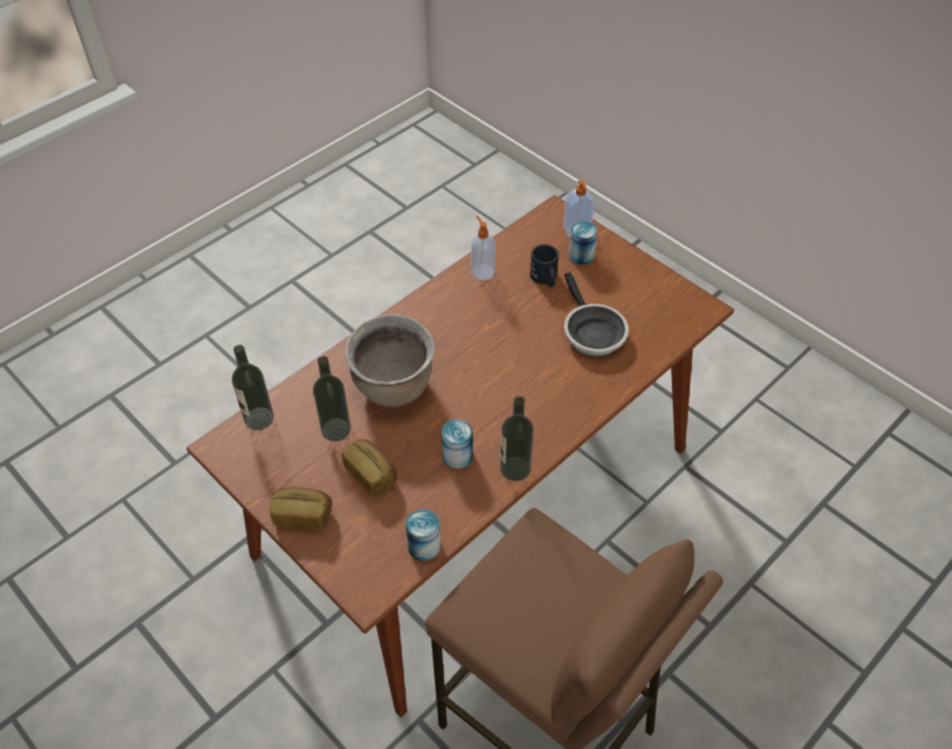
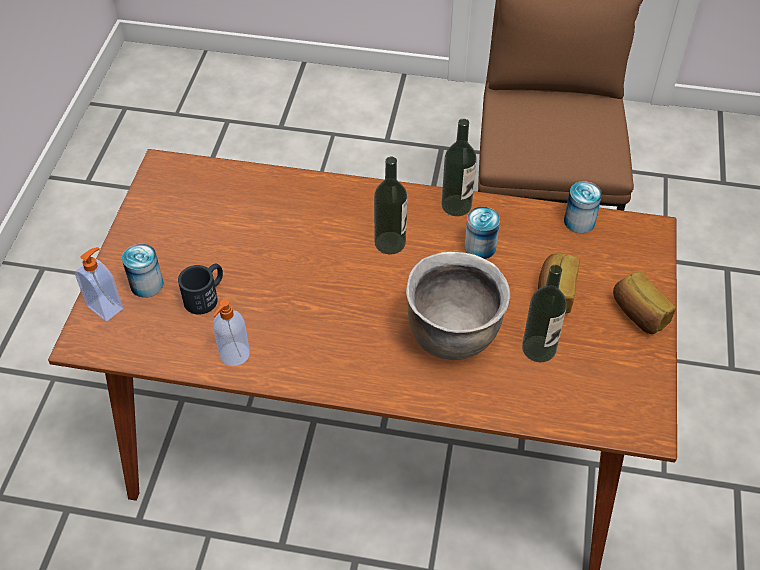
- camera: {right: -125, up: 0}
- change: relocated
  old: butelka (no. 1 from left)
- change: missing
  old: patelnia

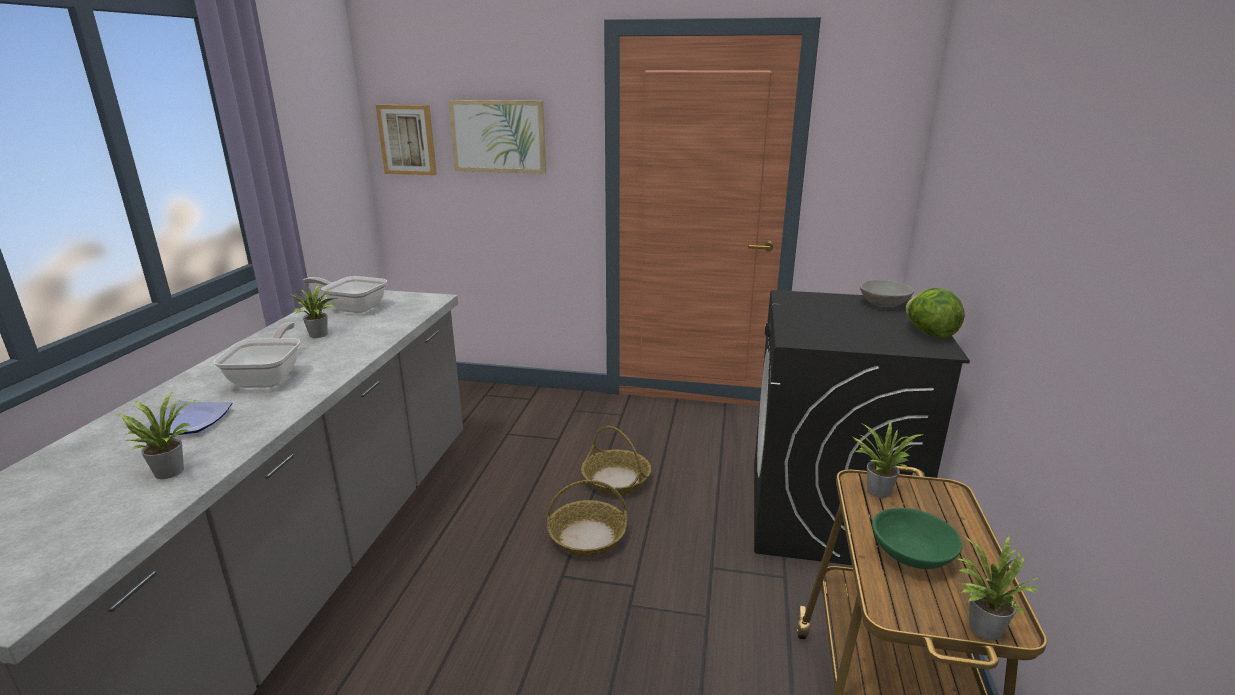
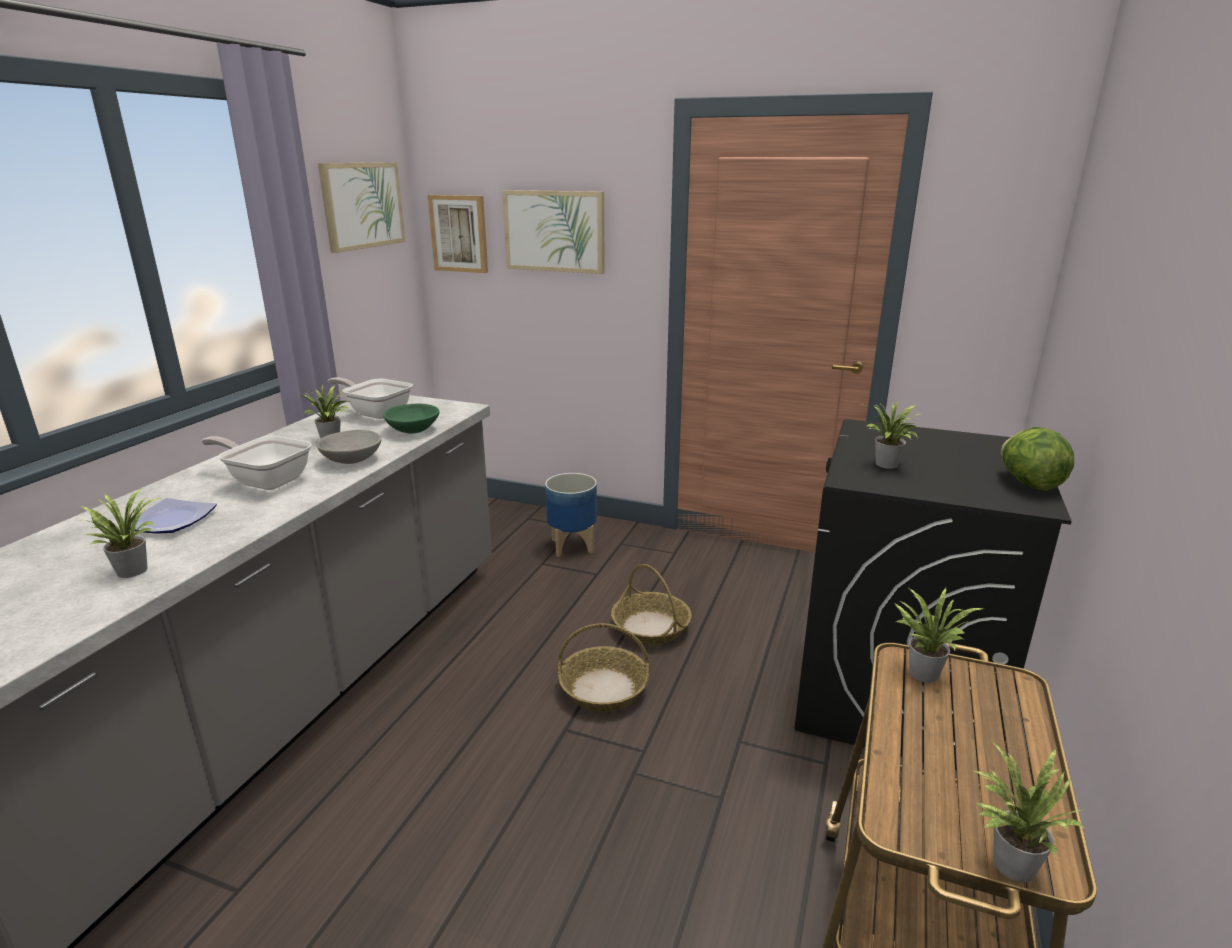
- camera: {right: 10, up: 0}
- change: spun
  old: patelnia (no. 1 from left)
  degrees: -75
- change: relocated
  old: miska (szary)
- change: appeared
  new: obraz (no. 1 from left)
- change: relocated
  old: miska (zielony)
- change: appeared
  new: donica
- change: appeared
  new: roślina doniczkowa (no. 3 from left)

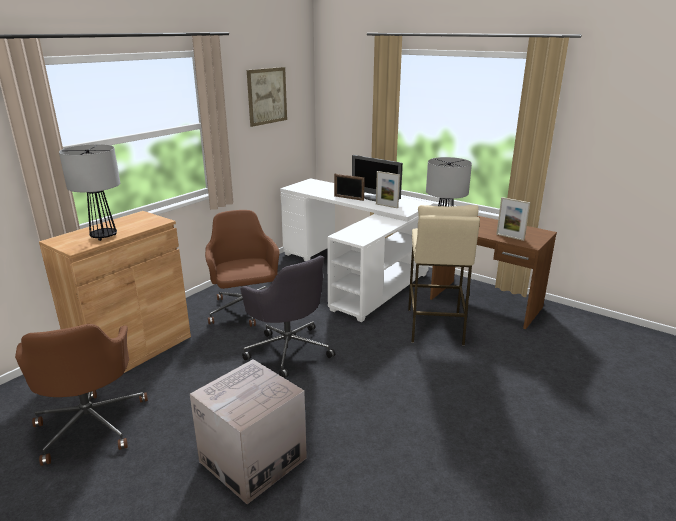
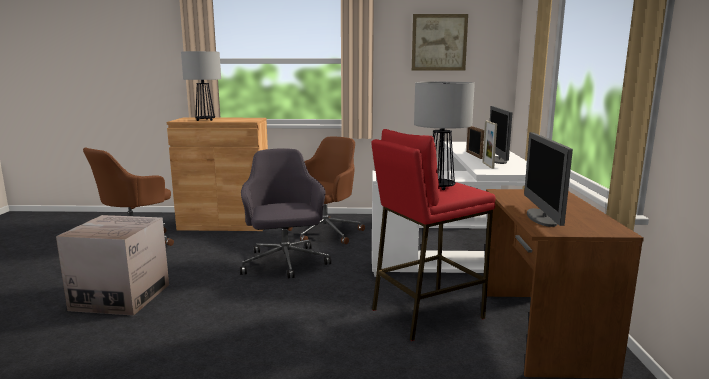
- camera: {right: 55, up: -10}
- change: spun
  old: krzesło biurowe (szary)
  degrees: 150
- change: colour
  old: stołek (beżowy)
  new: stołek (czerwony)
- change: exchanged
  old: ramka na zdjęcie (no. 3 from left)
  new: monitor (no. 2 from left)

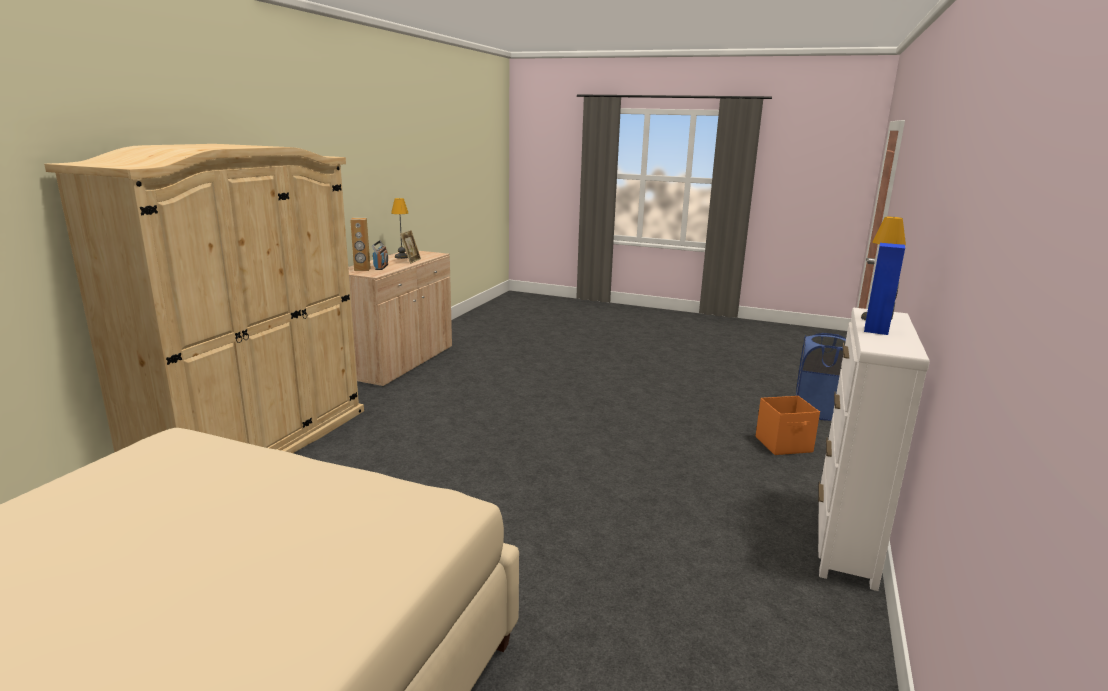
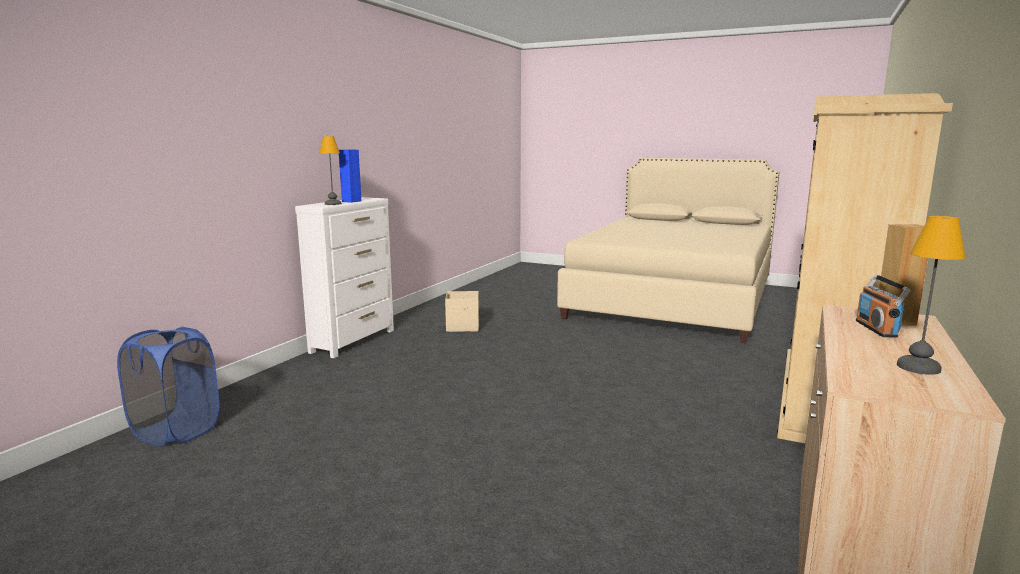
- camera: {right: -175, up: -5}
- change: appeared
  new: pojemnik do przechowywania (beżowy)
- change: missing
  old: ramka na zdjęcie
- change: missing
  old: pojemnik do przechowywania (pomarańczowy)

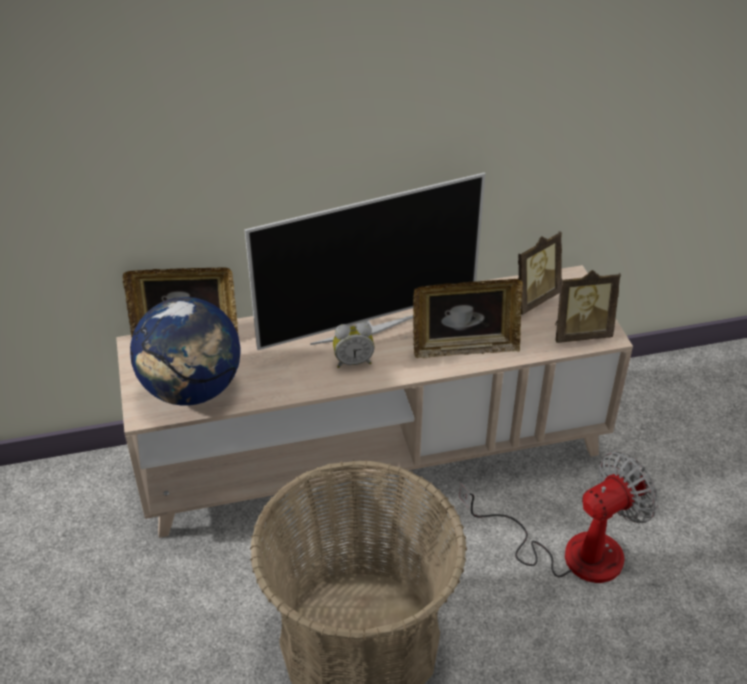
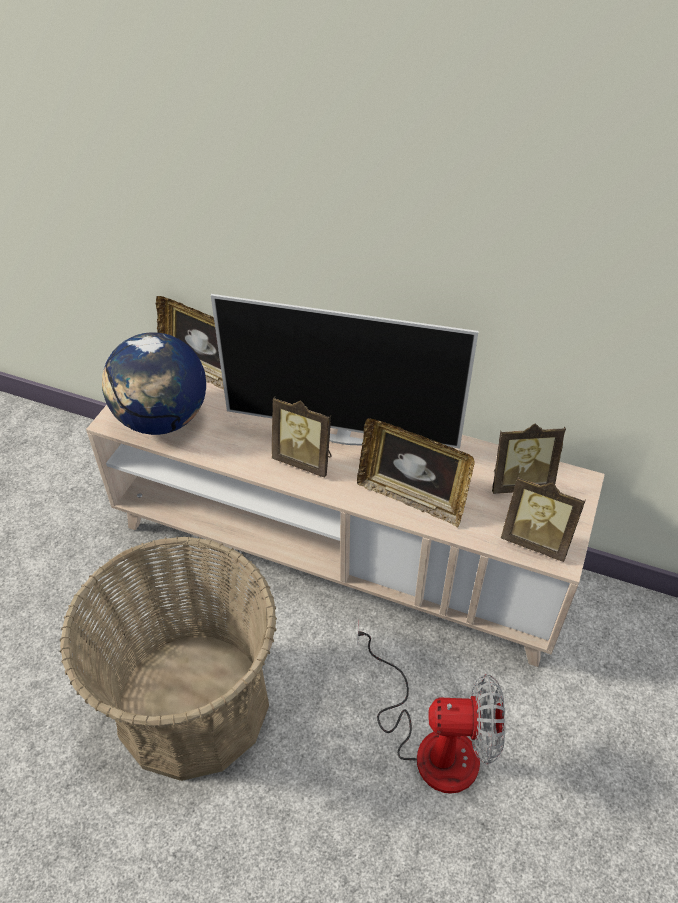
- camera: {right: 35, up: 5}
- change: exchanged
  old: budzik
  new: ramka na zdjęcie (no. 2 from left)

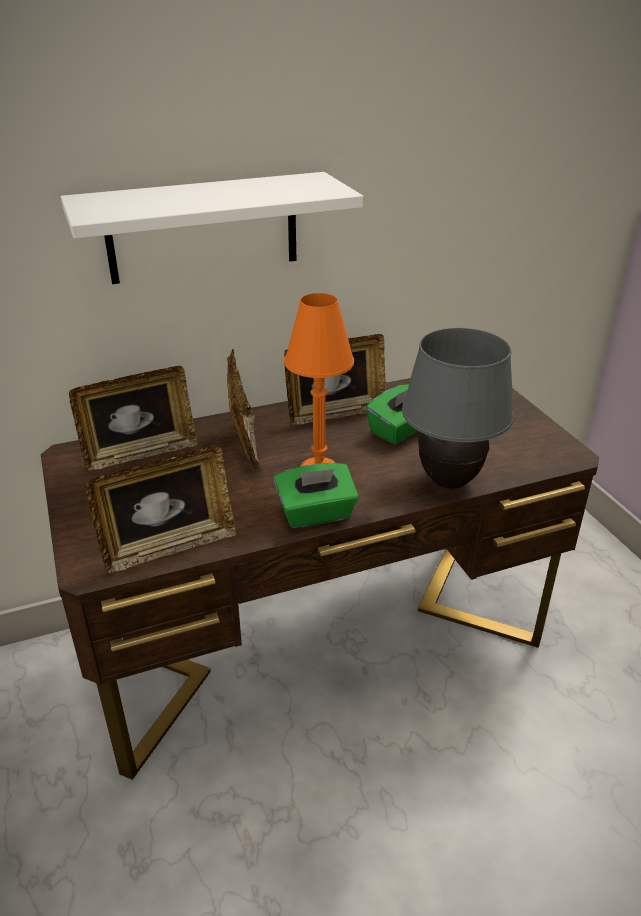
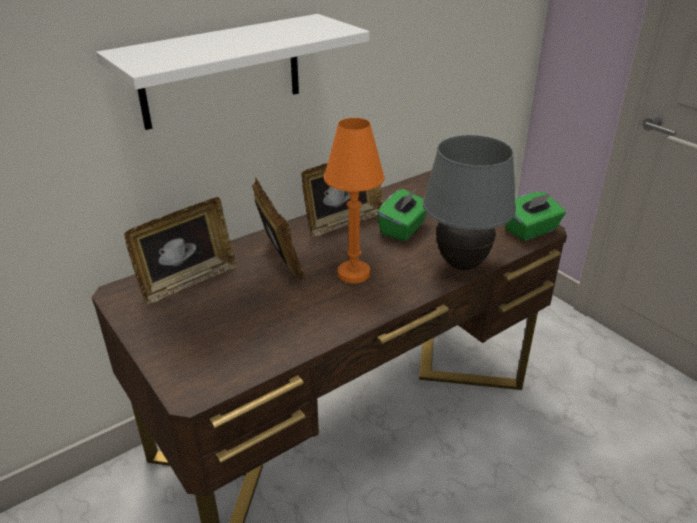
- camera: {right: -15, up: 0}
- change: relocated
  old: pudełko chusteczek (zielony) (no. 1 from left in the first image)
  new: pudełko chusteczek (zielony) (no. 2 from left)
- change: missing
  old: ramka na zdjęcie (no. 2 from left)

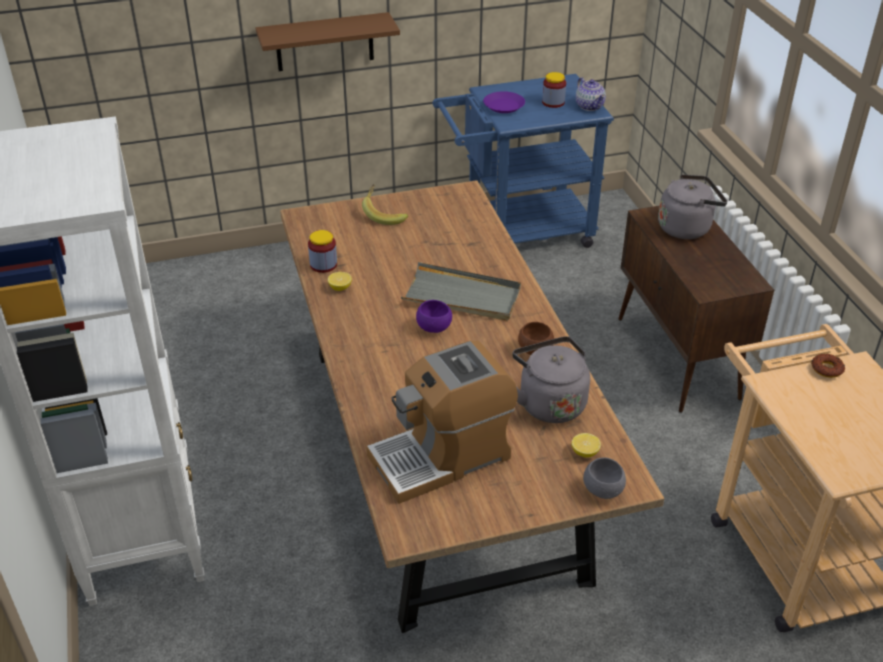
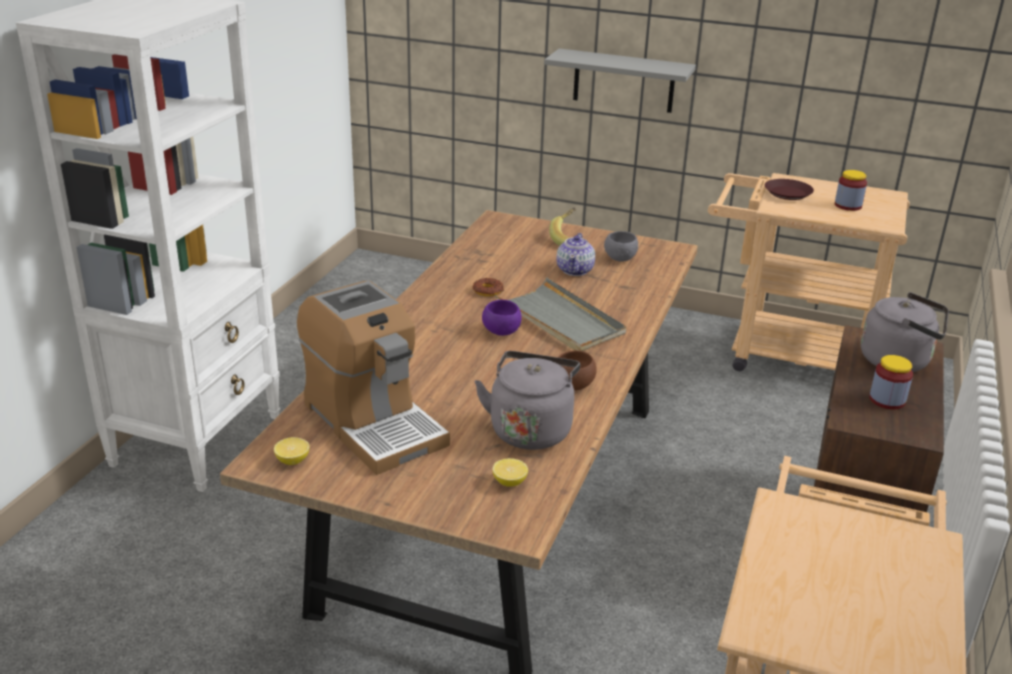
- camera: {right: 35, up: -10}
- change: relocated
  old: cytryna (no. 1 from left)
- change: spun
  old: ekspres do kawy
  degrees: -135
- change: relocated
  old: donut
- change: colour
  old: półka (brązowy)
  new: półka (szary)
- change: relocated
  old: imbryk
- change: relocated
  old: miska (szary)
- change: colour
  old: wózek (niebieski)
  new: wózek (beżowy) (no. 1 from left)
- change: colour
  old: talerz (fioletowy)
  new: talerz (brązowy)
- change: relocated
  old: słoik (no. 1 from left in the first image)
  new: słoik (no. 2 from left)

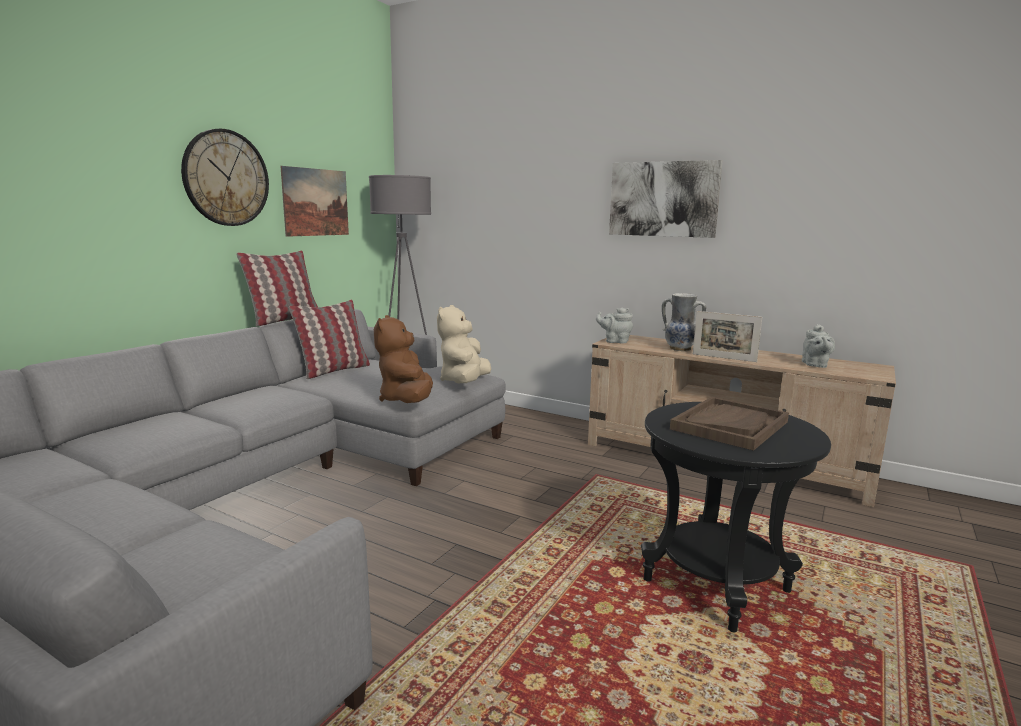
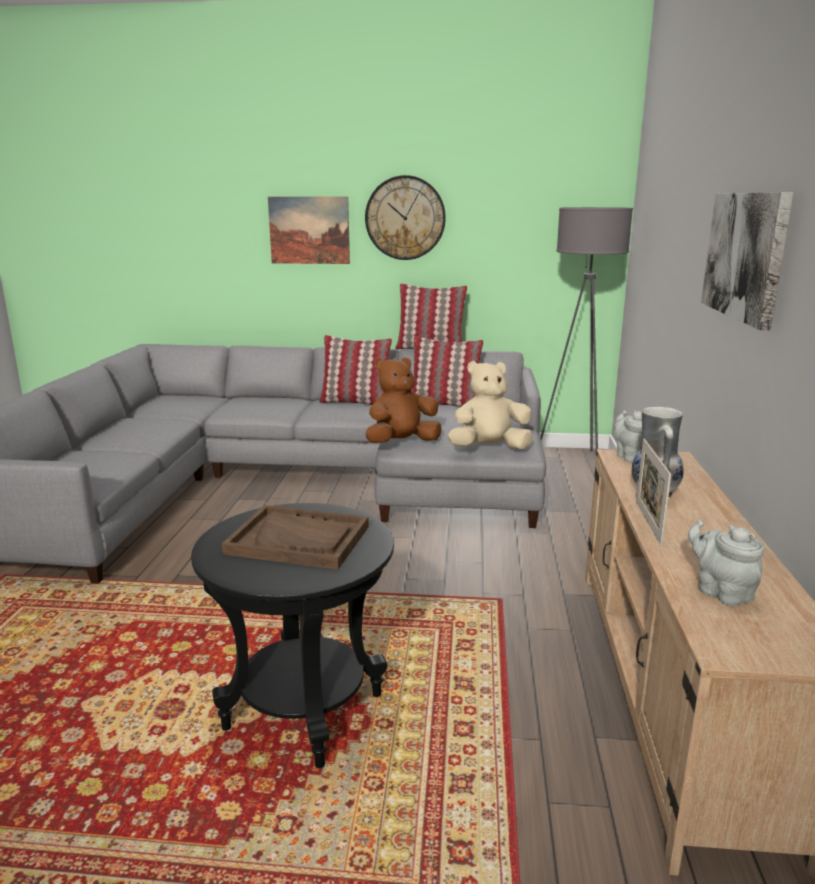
- camera: {right: 65, up: 5}
- change: relocated
  old: obraz (no. 1 from left)
- change: appeared
  new: poduszka (no. 1 from left)
- change: spun
  old: imbryk (szary) (no. 2 from left)
  degrees: 75

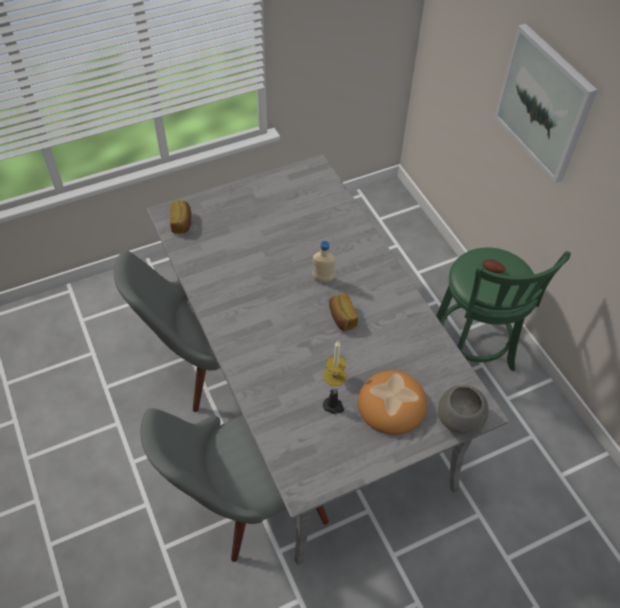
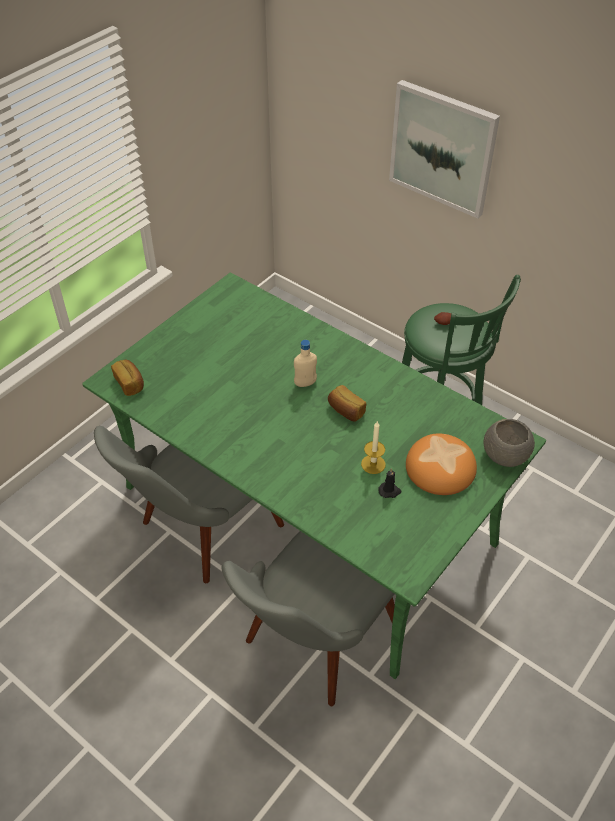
- camera: {right: -25, up: -5}
- change: colour
  old: stół jadalny (szary)
  new: stół jadalny (zielony)

